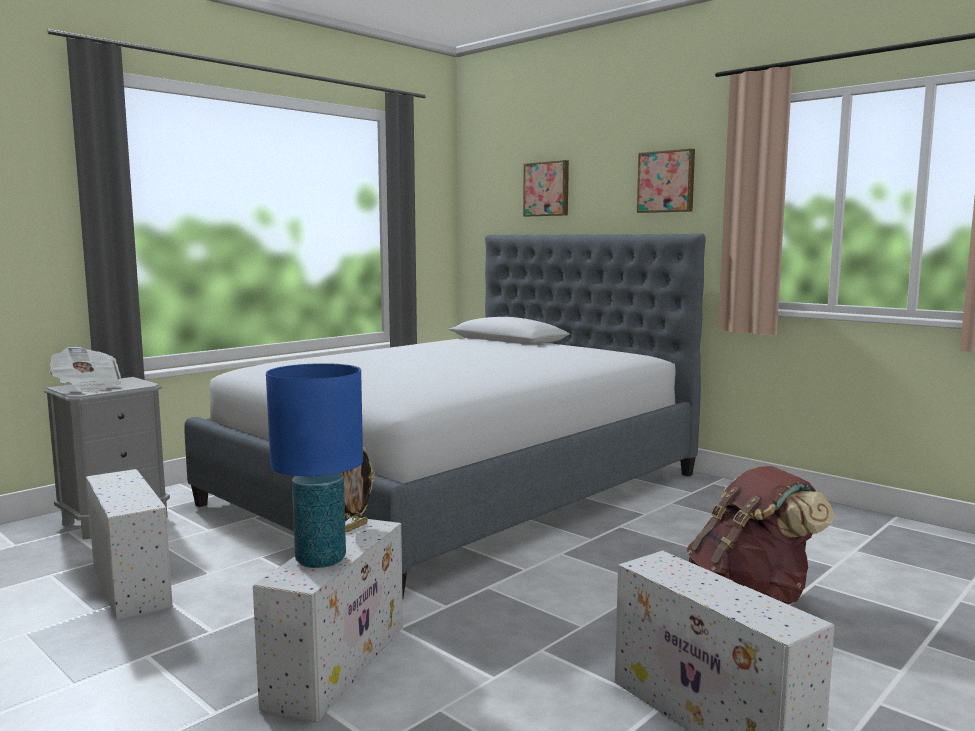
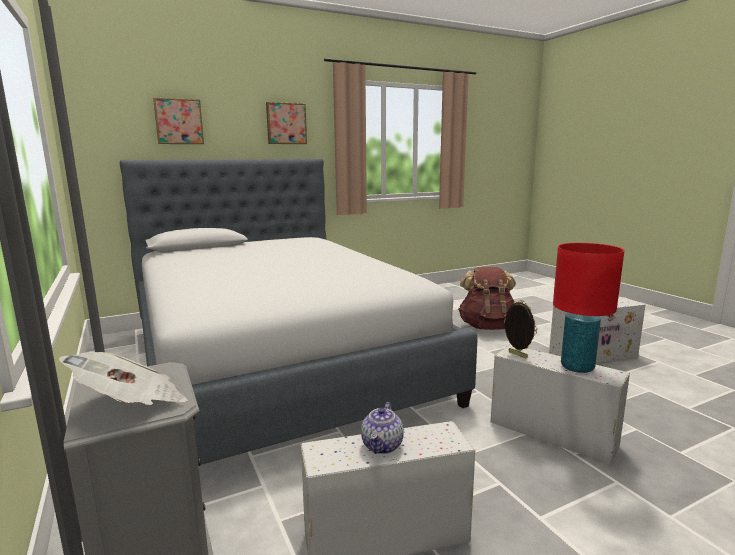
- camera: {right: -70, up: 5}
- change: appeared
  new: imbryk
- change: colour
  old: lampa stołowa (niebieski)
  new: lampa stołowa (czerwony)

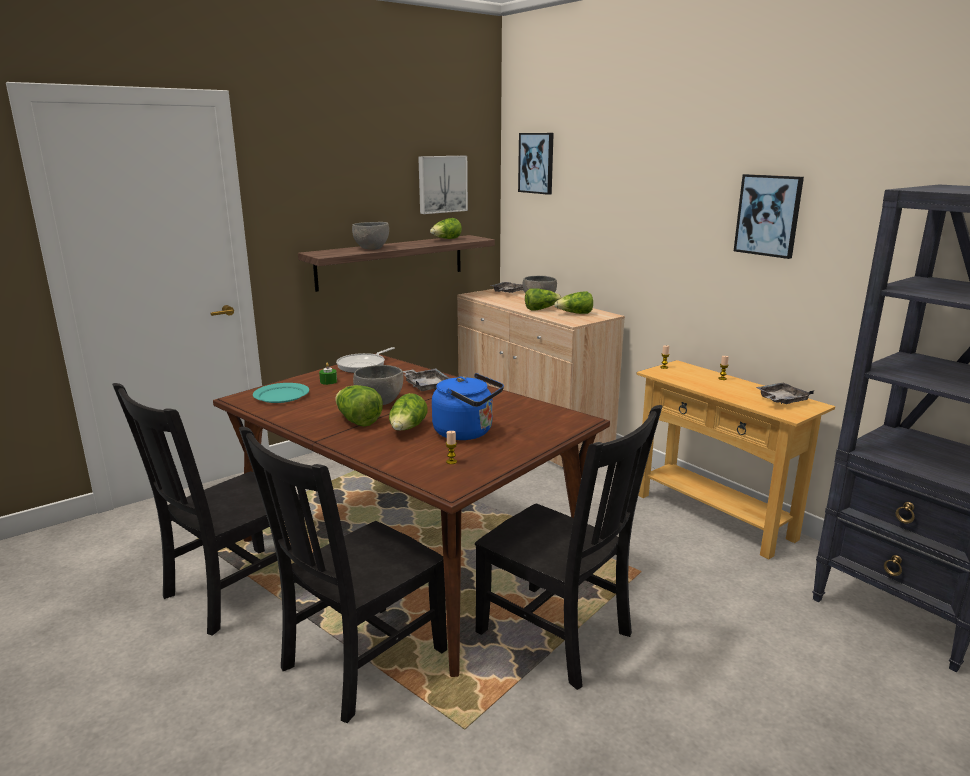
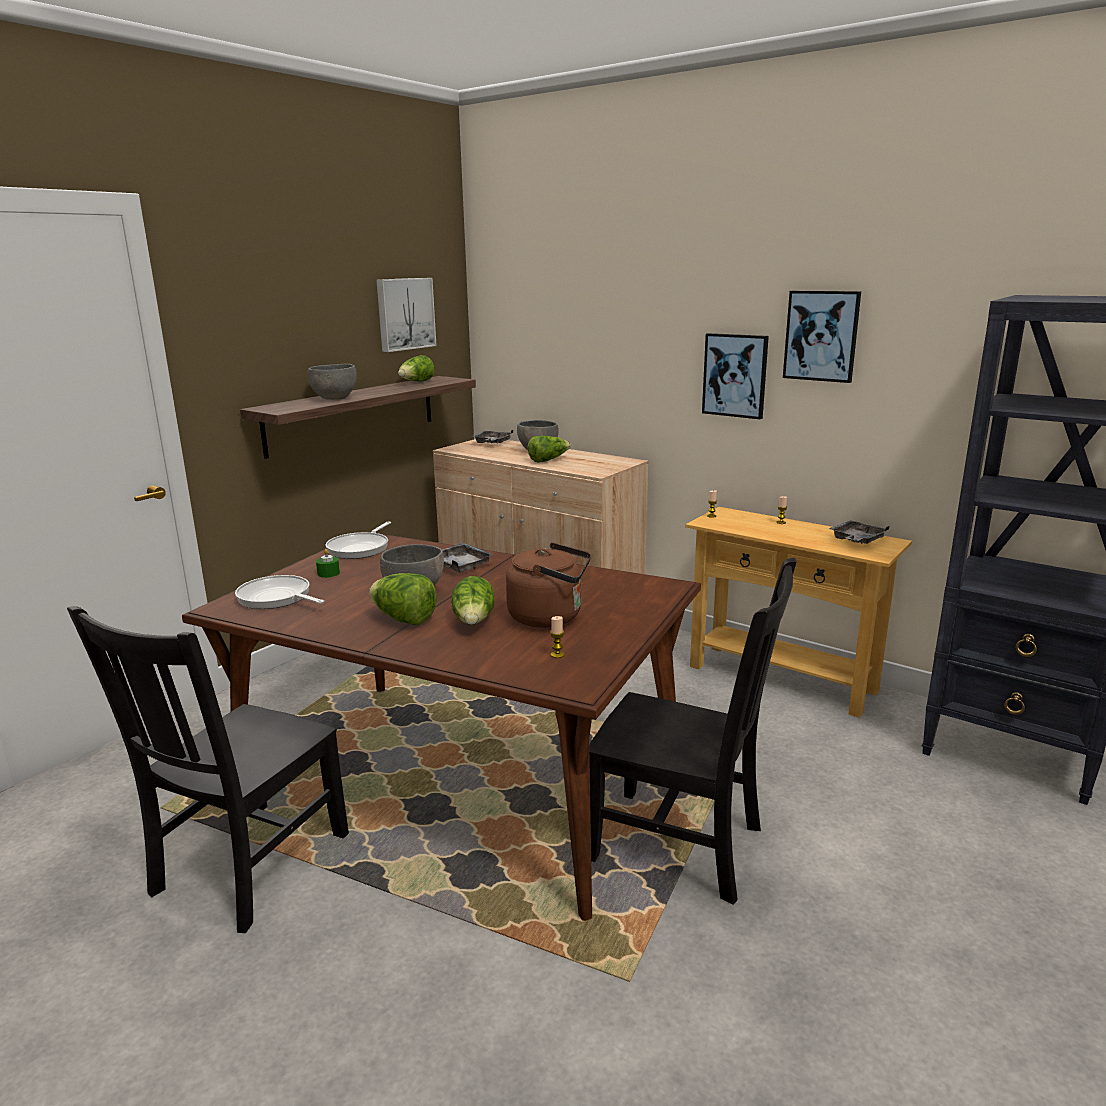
- camera: {right: -15, up: 0}
- change: exchanged
  old: talerz (turkusowy)
  new: patelnia (no. 1 from left)
- change: colour
  old: czajnik (niebieski)
  new: czajnik (brązowy)
- change: relocated
  old: obraz (no. 2 from left)
- change: missing
  old: krzesło (czarny) (no. 2 from left)
- change: missing
  old: sałata (no. 5 from left)

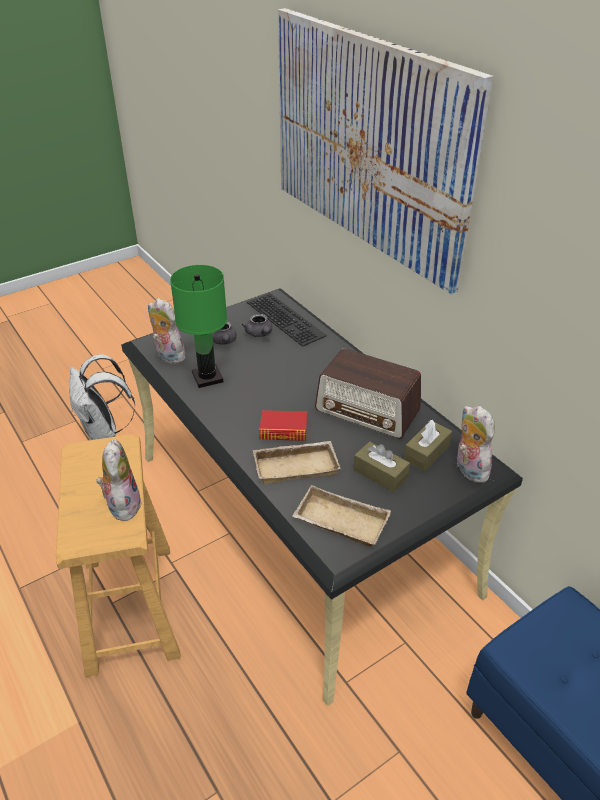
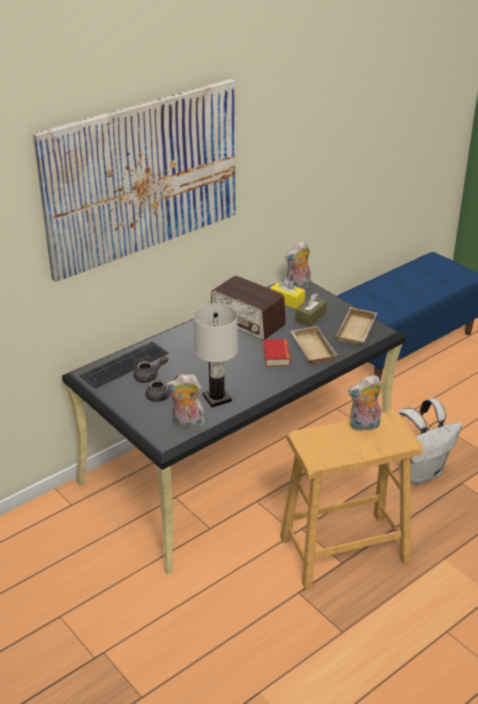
- camera: {right: -95, up: -5}
- change: spun
  old: pluszak (no. 2 from left in the first image)
  degrees: 60
- change: colour
  old: lampa stołowa (zielony)
  new: lampa stołowa (biały)
- change: spun
  old: radio
  degrees: 105
- change: colour
  old: pudełko chusteczek (brązowy) (no. 2 from left)
  new: pudełko chusteczek (żółty)
- change: relocated
  old: plecak (biały)

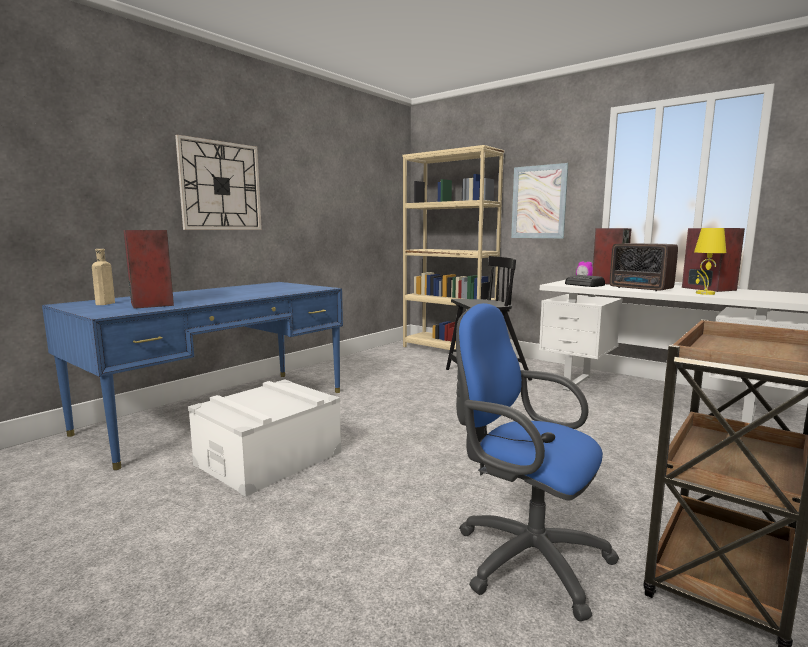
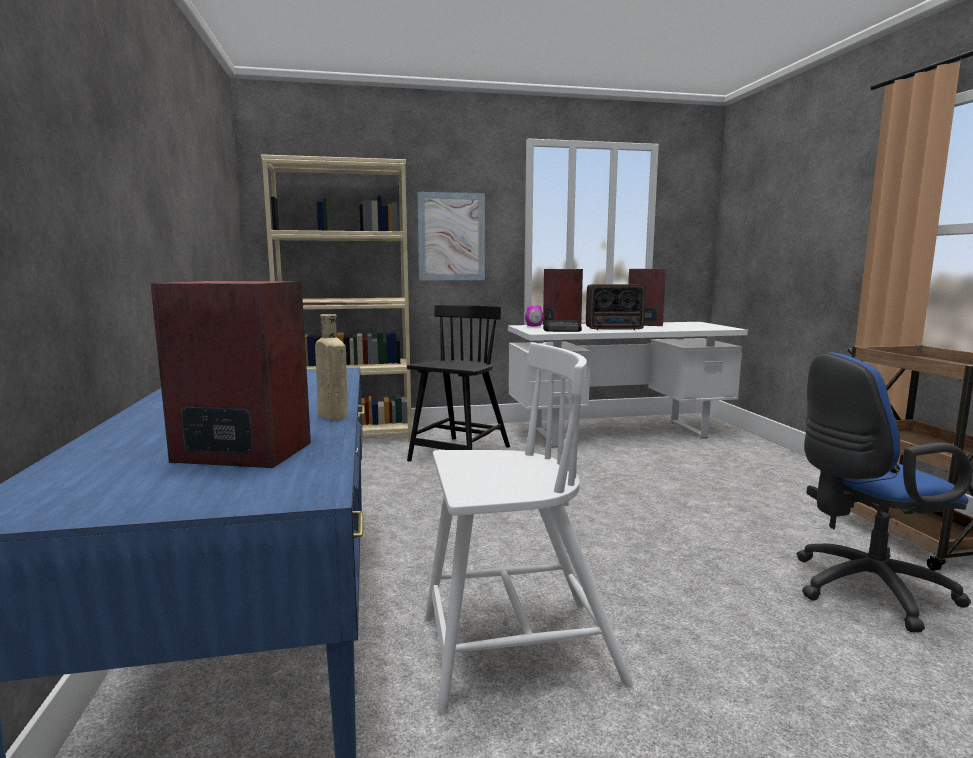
- camera: {right: -50, up: 0}
- change: relocated
  old: butelka (beżowy)
- change: exchanged
  old: pojemnik do przechowywania (biały)
  new: krzesło (biały)
- change: missing
  old: zegar ścienny
- change: missing
  old: lampa stołowa (żółty)

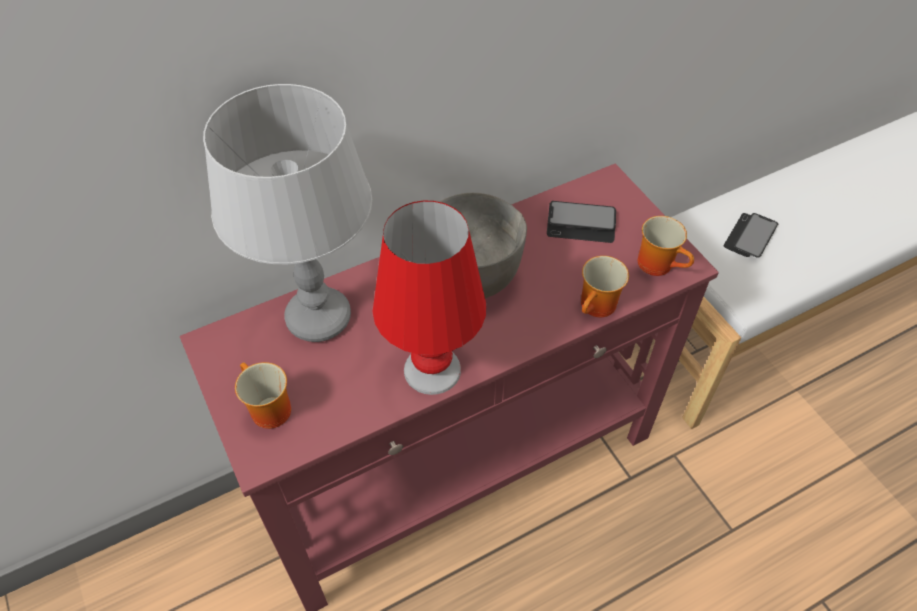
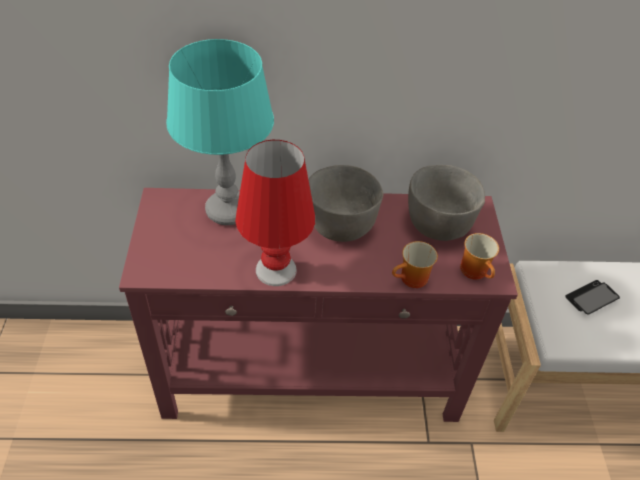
- camera: {right: 25, up: -5}
- change: colour
  old: lampa stołowa (szary)
  new: lampa stołowa (turkusowy)
- change: exchanged
  old: telefon (no. 1 from left)
  new: miska (szary) (no. 2 from left)
- change: missing
  old: kubek (no. 1 from left)

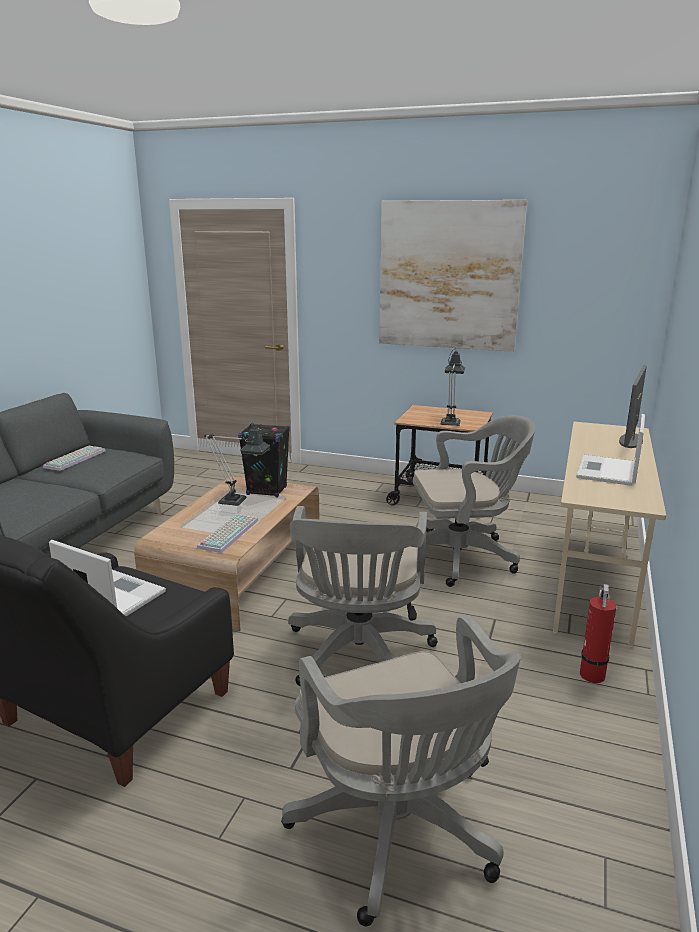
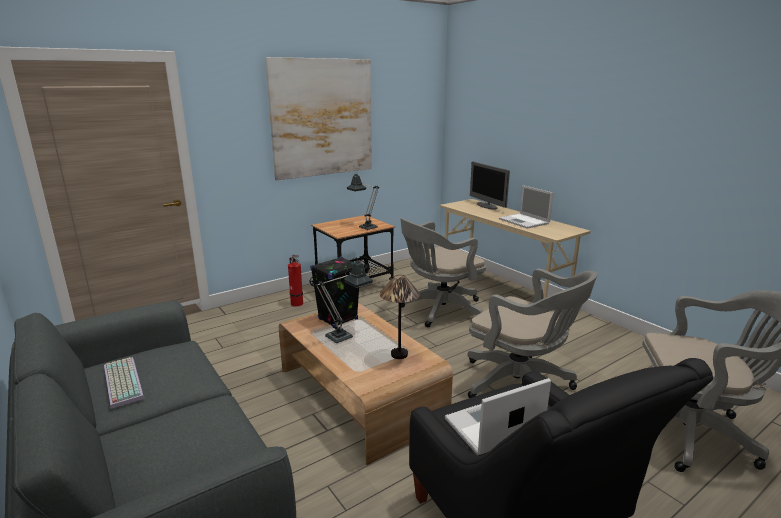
- camera: {right: -55, up: 0}
- change: relocated
  old: gaśnica
- change: exchanged
  old: klawiatura (no. 2 from left)
  new: lampa stołowa (no. 3 from left)
- change: spun
  old: krzesło biurowe (szary) (no. 3 from left in the first image)
  degrees: -150

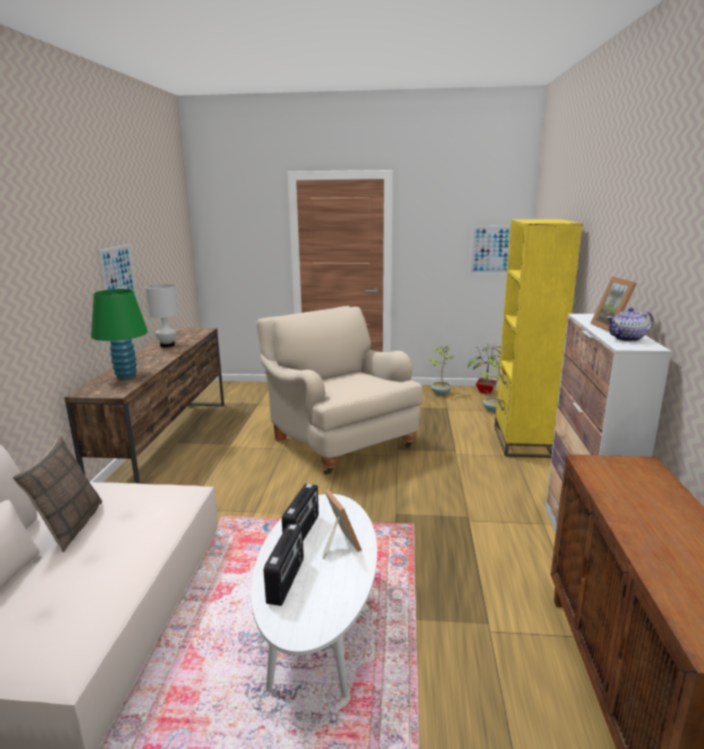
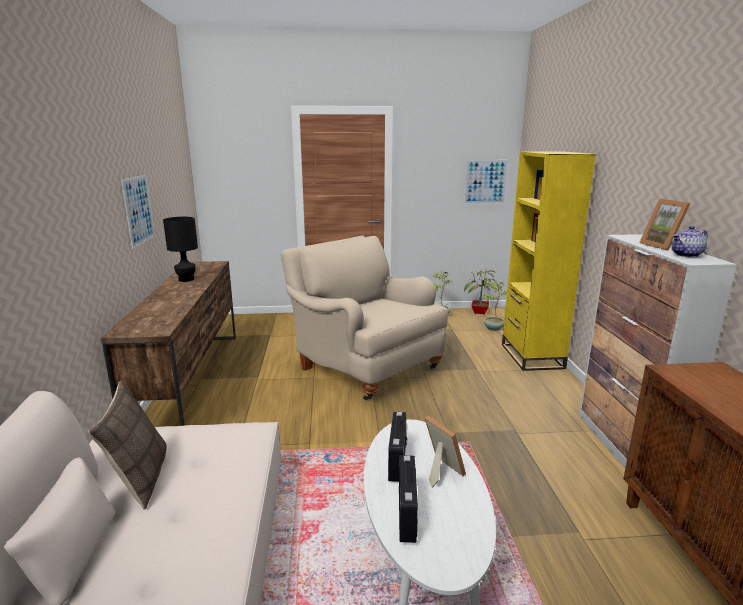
- camera: {right: -10, up: 0}
- change: colour
  old: lampa stołowa (biały)
  new: lampa stołowa (czarny)
- change: missing
  old: lampa stołowa (zielony)

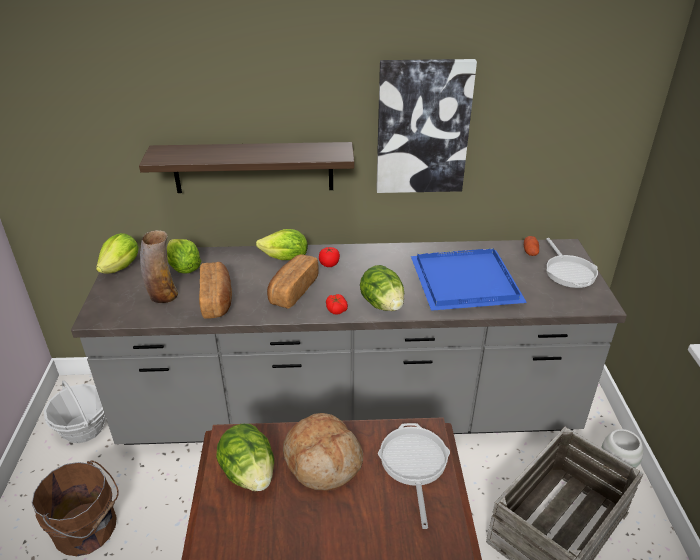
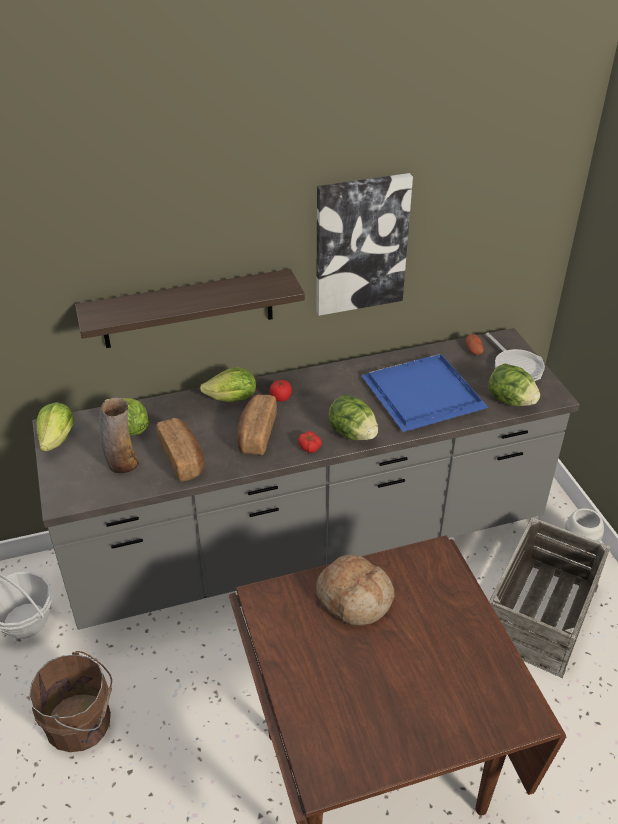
- camera: {right: -15, up: 5}
- change: relocated
  old: sałata (no. 3 from left in the first image)
  new: sałata (no. 5 from left)
- change: missing
  old: patelnia (no. 1 from left)

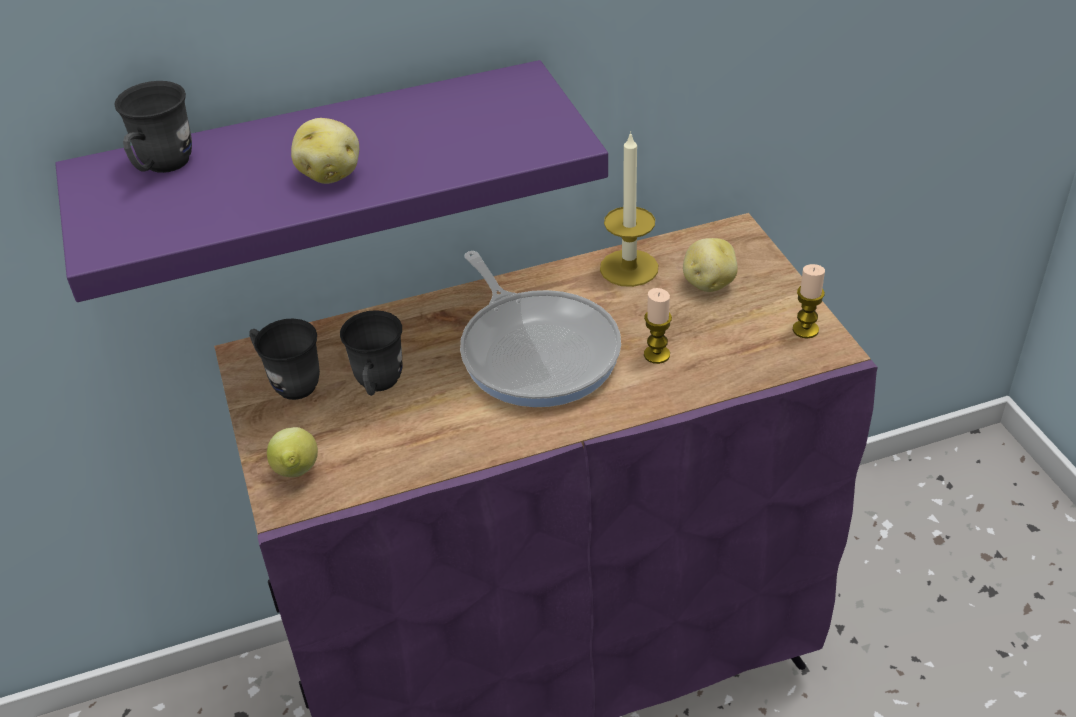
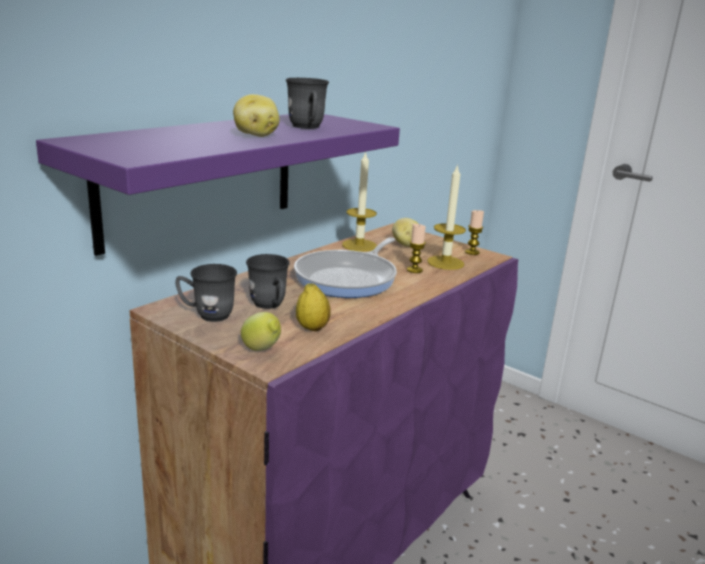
- camera: {right: -35, up: -20}
- change: relocated
  old: kubek (szary) (no. 1 from left in the first image)
  new: kubek (szary) (no. 3 from left)
- change: spun
  old: patelnia
  degrees: 90
- change: appeared
  new: cytryna (no. 2 from left)
- change: appeared
  new: świeca (no. 3 from left)

